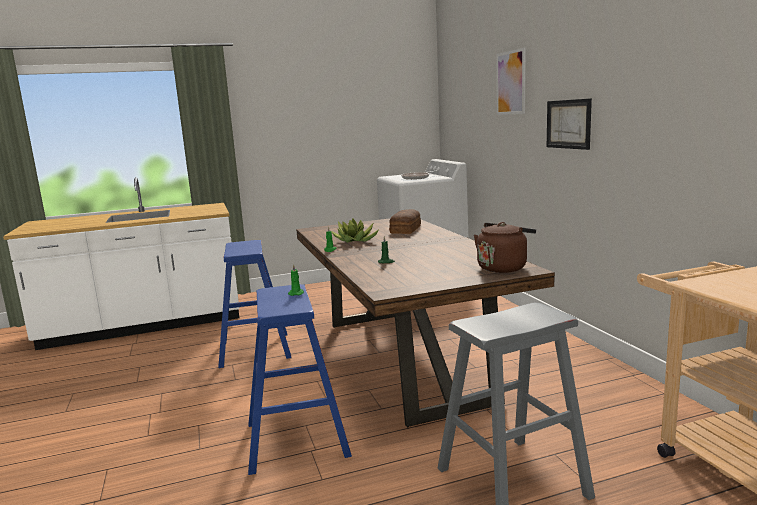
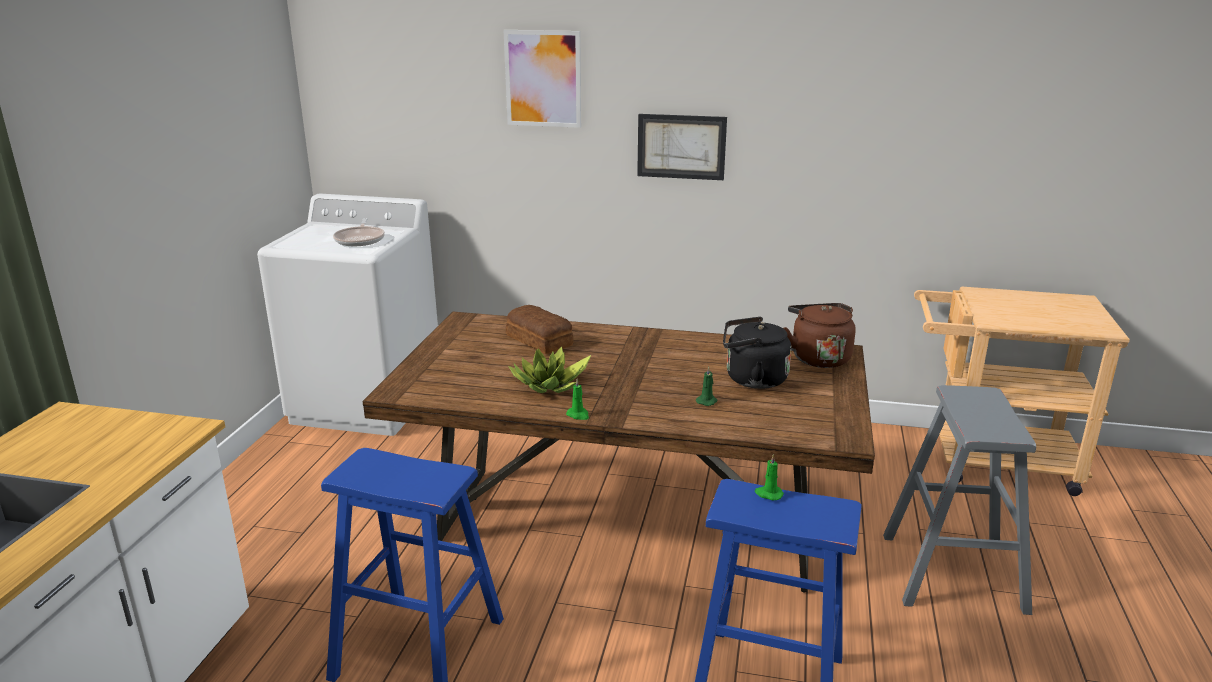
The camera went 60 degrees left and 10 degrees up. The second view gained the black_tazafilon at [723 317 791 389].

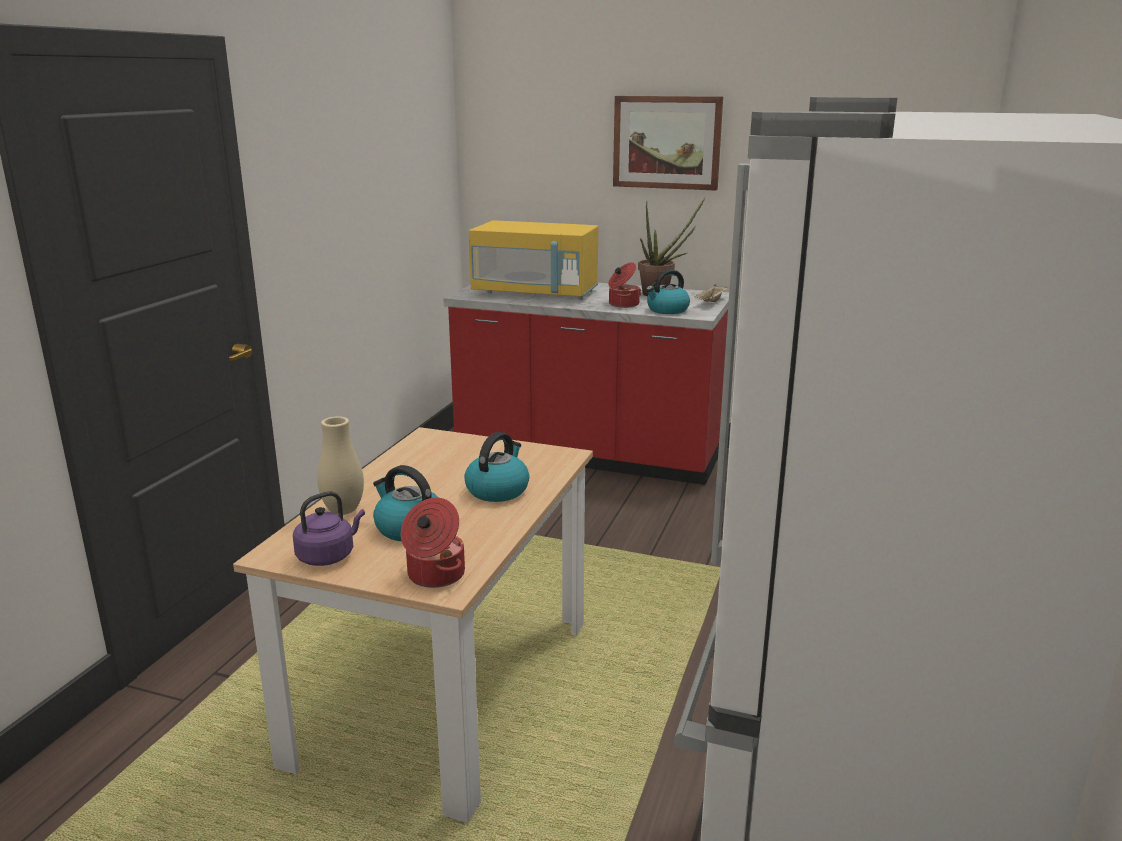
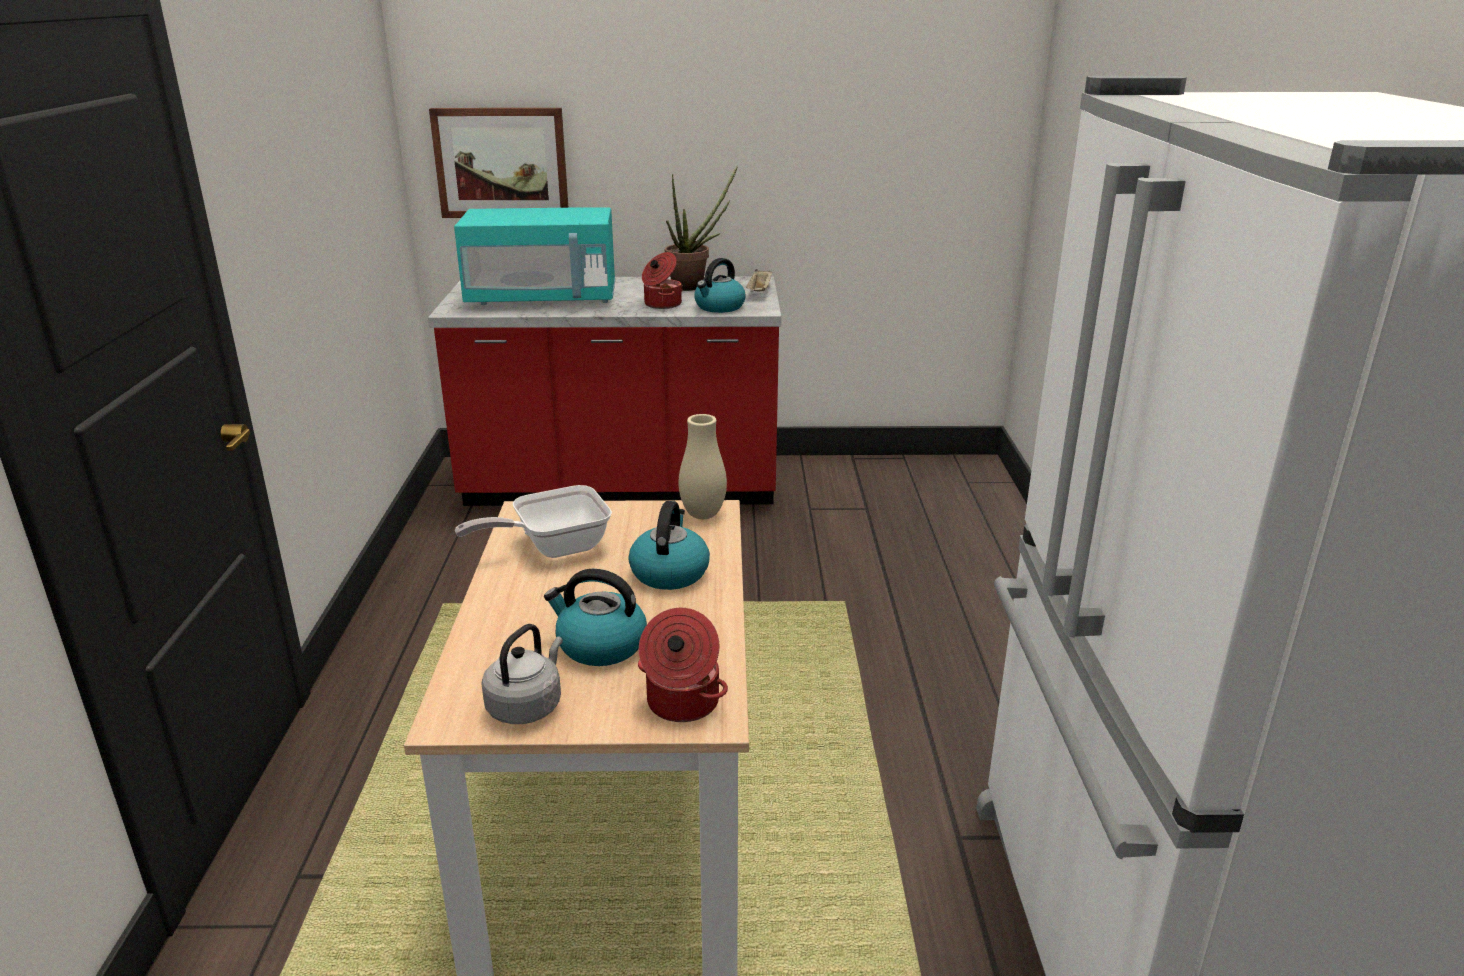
The camera went 20 degrees left and 5 degrees up. What was the purple_tazafilon at [293 491 365 566] turned into the grey_tazafilon at [481 624 563 724]. The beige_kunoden ended up elsewhere, having gone from [317 416 364 515] to [679 414 727 519]. What was the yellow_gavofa at [469 220 598 300] turned into the turquoise_gavofa at [454 207 615 305]. The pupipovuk ended up elsewhere, having gone from [613 96 723 191] to [429 108 569 218]. The second view gained the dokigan at [455 485 612 558].

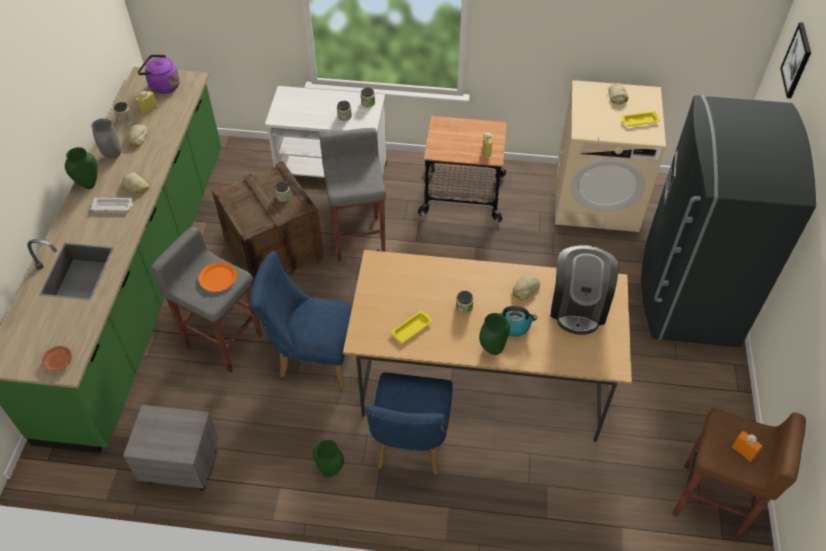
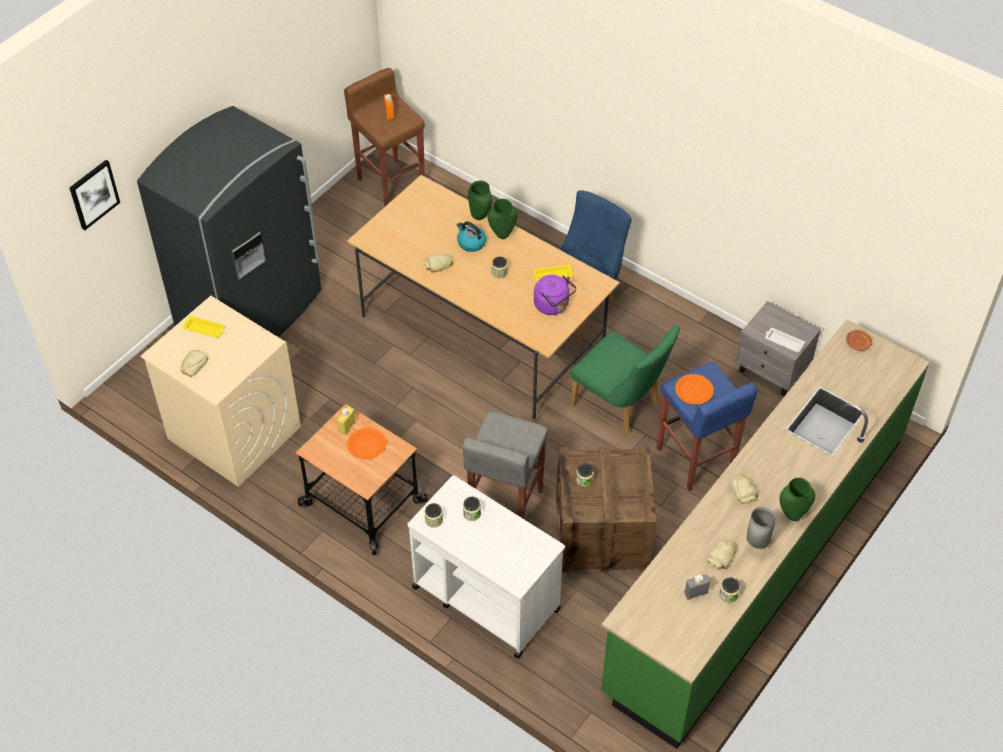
The camera went 150 degrees left and 0 degrees up. The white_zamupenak ended up elsewhere, having gone from [91 198 133 211] to [765 328 805 353]. What was the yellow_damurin at [136 91 158 116] turned into the grey_damurin at [684 575 710 600]. The purple_tazafilon ended up elsewhere, having gone from [138 55 180 94] to [534 275 577 315]. What was the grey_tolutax at [150 226 263 373] turned into the blue_tolutax at [657 362 757 491]. What was the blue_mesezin at [250 251 353 389] turned into the green_mesezin at [570 325 680 437]. The green_kunoden ended up elsewhere, having gone from [313 440 344 477] to [468 181 492 220]. The second view lost the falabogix at [550 245 619 335]. The second view gained the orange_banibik at [347 428 386 459].

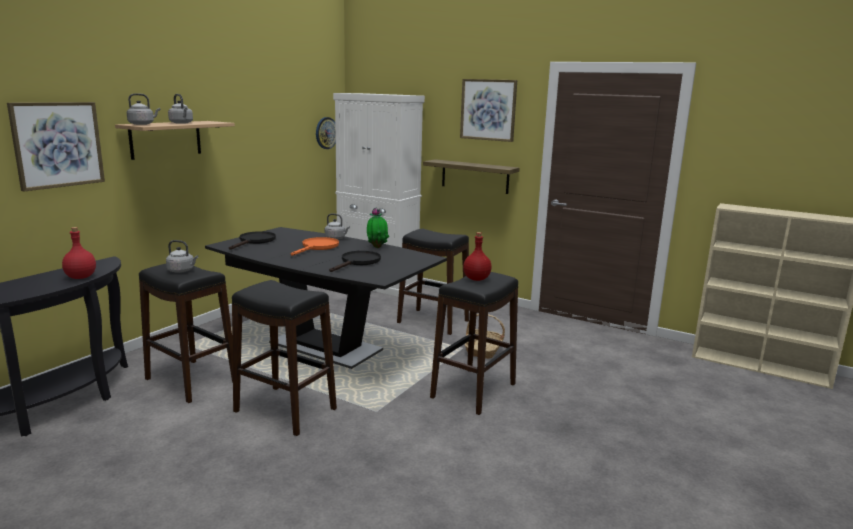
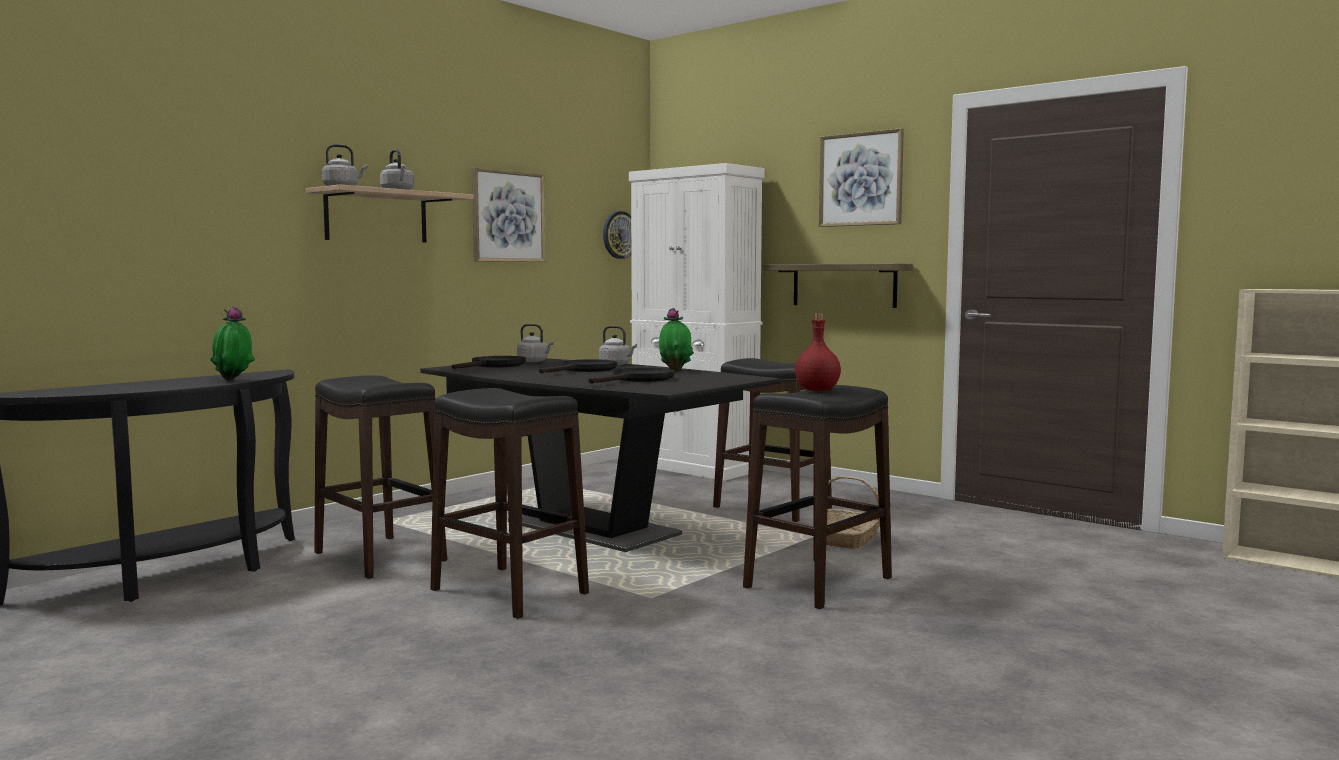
The camera went 10 degrees right and 10 degrees down. The pupipovuk ended up elsewhere, having gone from [7 102 105 191] to [472 167 545 262]. Where the red_damurin stood at [62 227 96 279], the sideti came to stand at [210 306 255 380]. The grey_tazafilon ended up elsewhere, having gone from [166 240 198 273] to [517 324 554 362]. What was the orange_dokigan at [290 237 339 256] turned into the black_dokigan at [539 359 617 373].

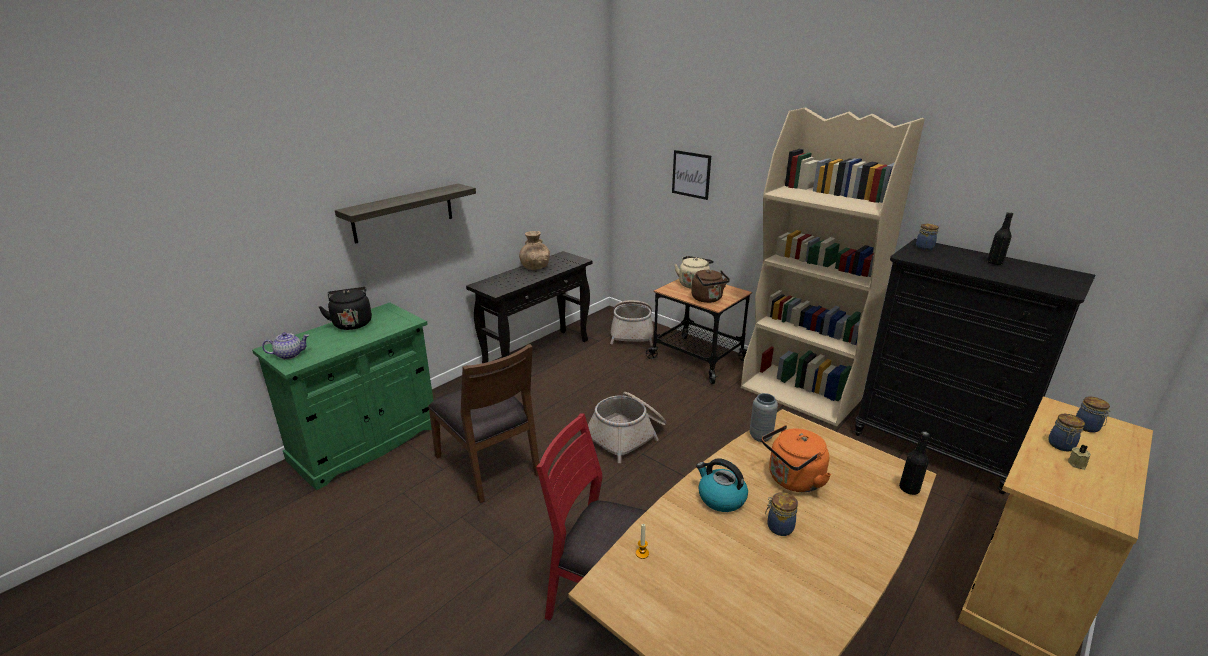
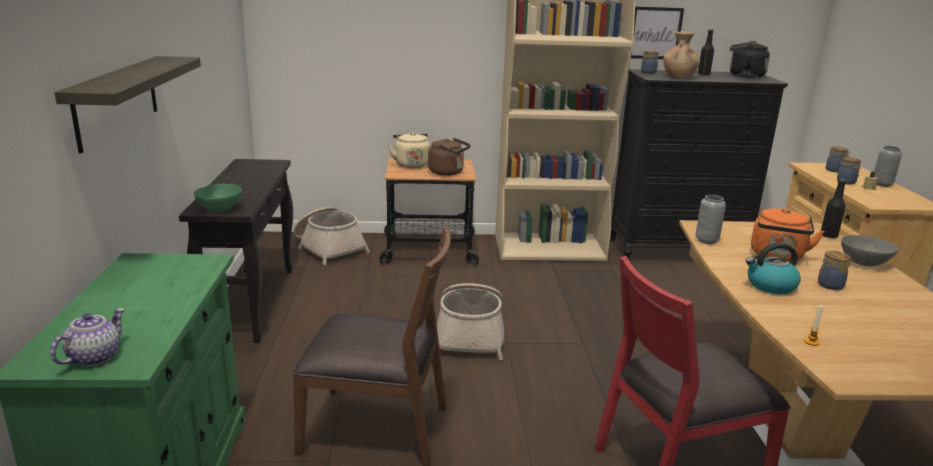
The camera went 45 degrees left and 5 degrees down. The black_tazafilon ended up elsewhere, having gone from [319 287 372 330] to [730 41 770 78]. The brown_kunoden ended up elsewhere, having gone from [519 231 550 270] to [663 31 700 79]. The pupipovuk ended up elsewhere, having gone from [672 150 711 200] to [631 7 684 59]. The second view gained the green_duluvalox at [194 184 242 211]. The second view gained the grey_duluvalox at [841 235 899 266]. The second view gained the grey_kunoden at [874 146 902 187].

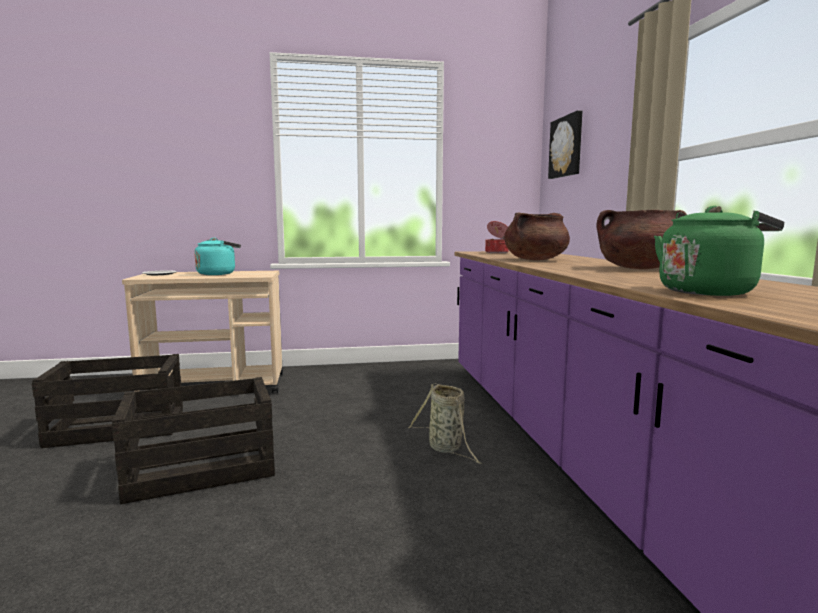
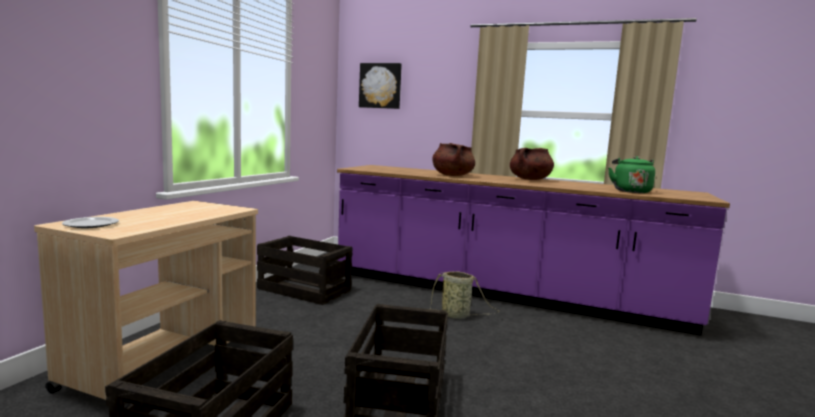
The camera went 60 degrees left and 0 degrees up. The second view lost the turquoise_tazafilon at [195 238 241 275]. The second view lost the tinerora at [485 221 509 253]. The second view gained the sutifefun at [257 236 353 305].

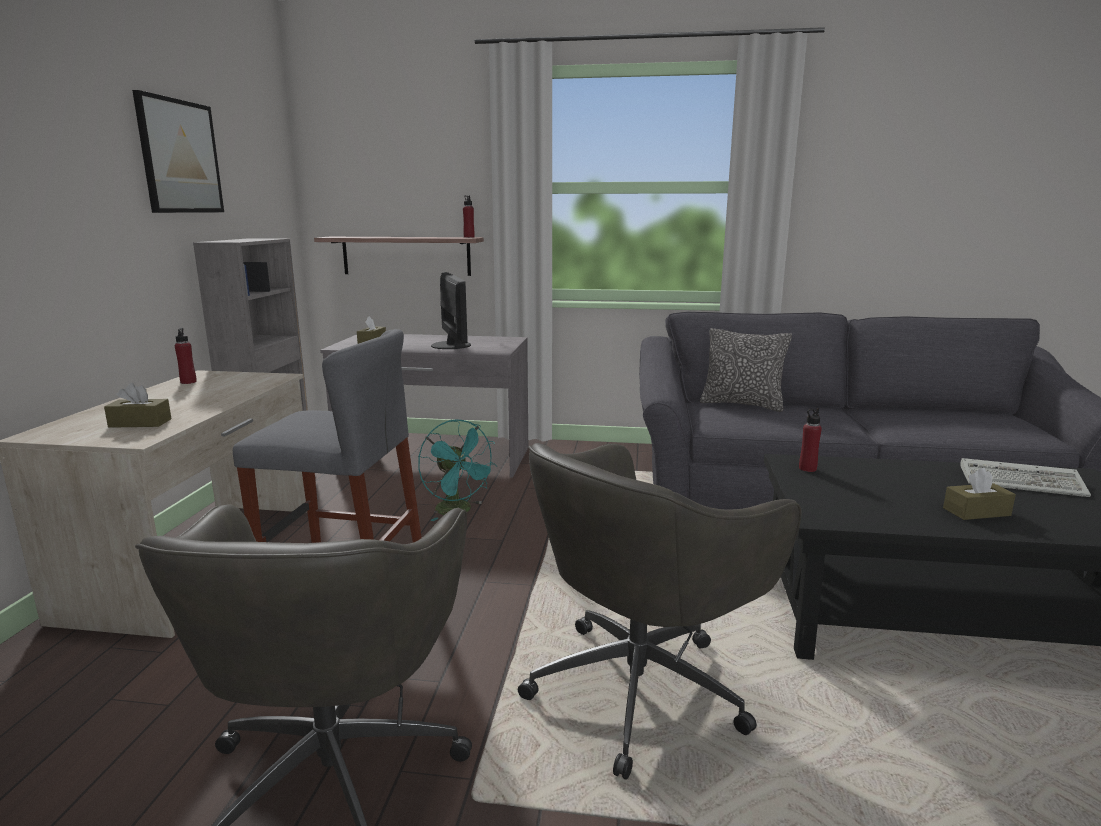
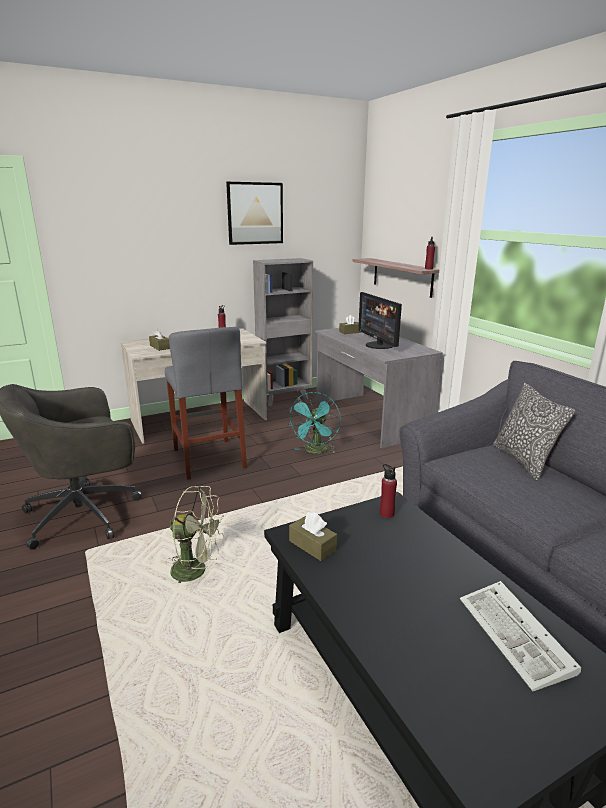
The camera went 55 degrees right and 5 degrees up. The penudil at [431 272 471 349] ended up facing another way, 120 degrees clockwise from before. Where the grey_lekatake stood at [518 443 802 780], the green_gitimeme came to stand at [166 486 224 583]. The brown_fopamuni ended up elsewhere, having gone from [943 468 1016 520] to [289 512 337 561].

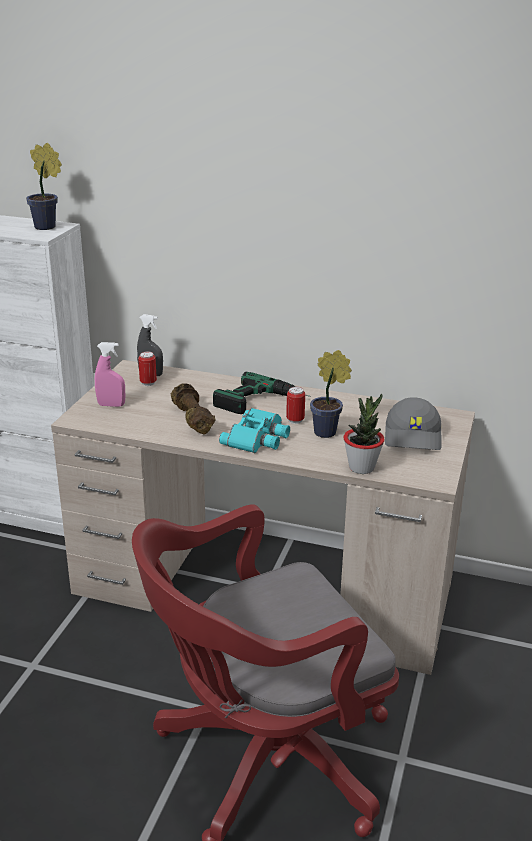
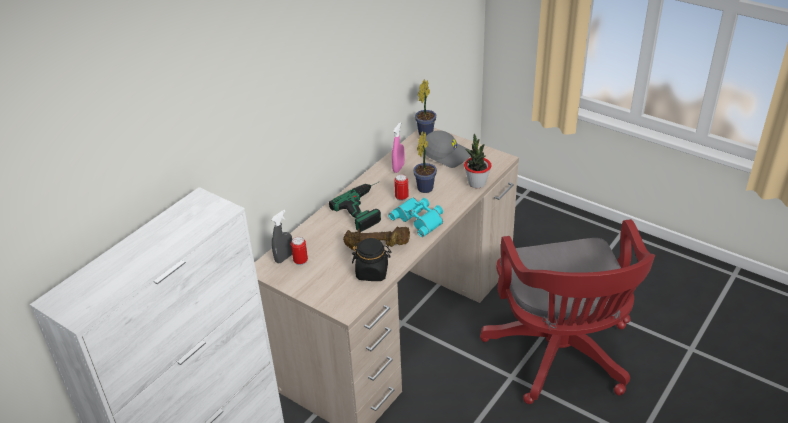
The camera went 70 degrees left and 10 degrees up. The sideti ended up elsewhere, having gone from [26 143 62 230] to [415 79 436 136]. The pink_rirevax ended up elsewhere, having gone from [95 342 125 407] to [392 122 405 173]. The second view gained the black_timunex at [352 238 391 281].

